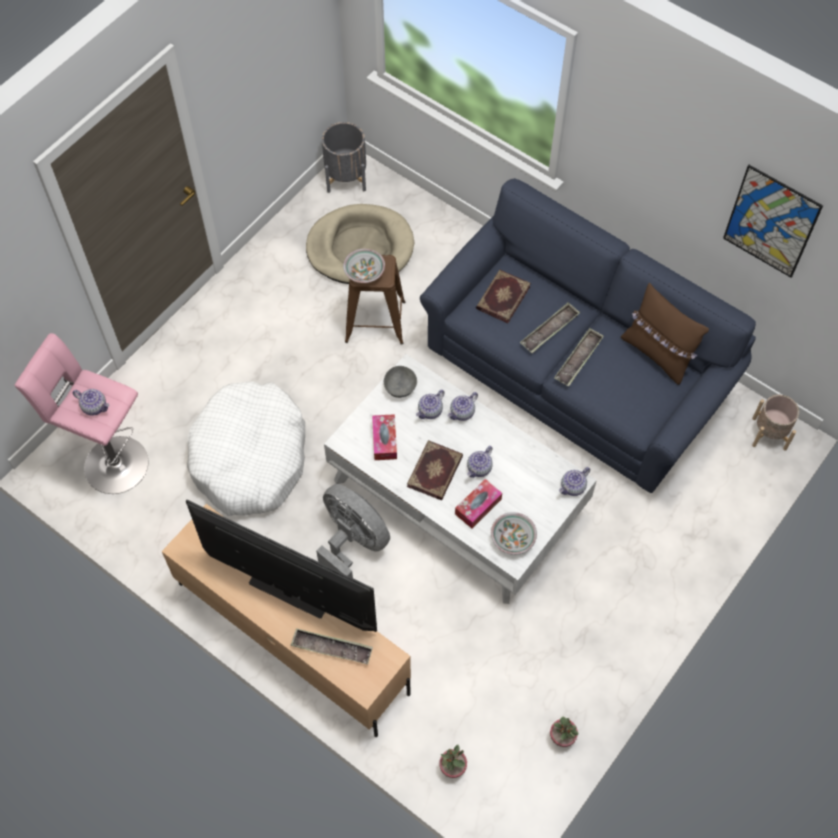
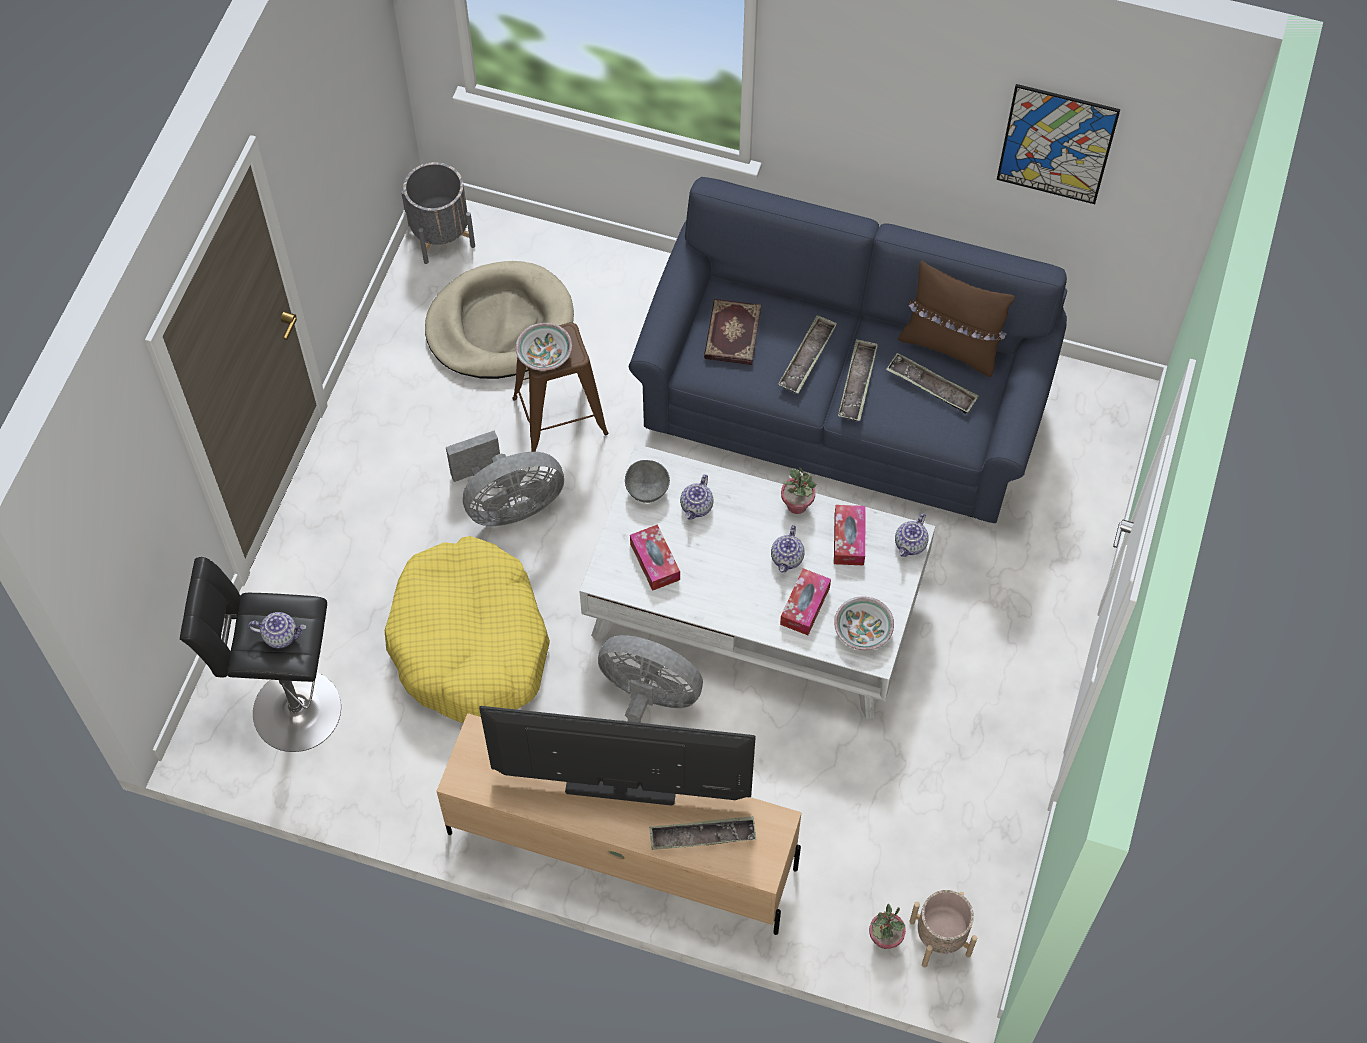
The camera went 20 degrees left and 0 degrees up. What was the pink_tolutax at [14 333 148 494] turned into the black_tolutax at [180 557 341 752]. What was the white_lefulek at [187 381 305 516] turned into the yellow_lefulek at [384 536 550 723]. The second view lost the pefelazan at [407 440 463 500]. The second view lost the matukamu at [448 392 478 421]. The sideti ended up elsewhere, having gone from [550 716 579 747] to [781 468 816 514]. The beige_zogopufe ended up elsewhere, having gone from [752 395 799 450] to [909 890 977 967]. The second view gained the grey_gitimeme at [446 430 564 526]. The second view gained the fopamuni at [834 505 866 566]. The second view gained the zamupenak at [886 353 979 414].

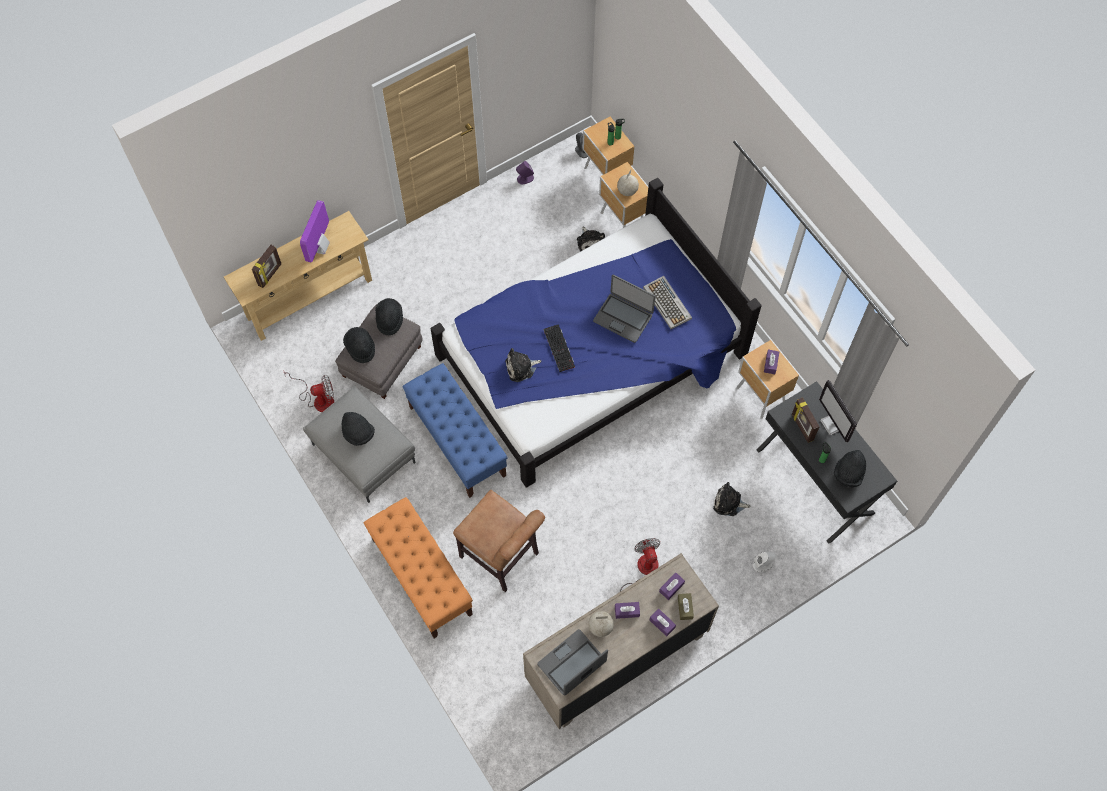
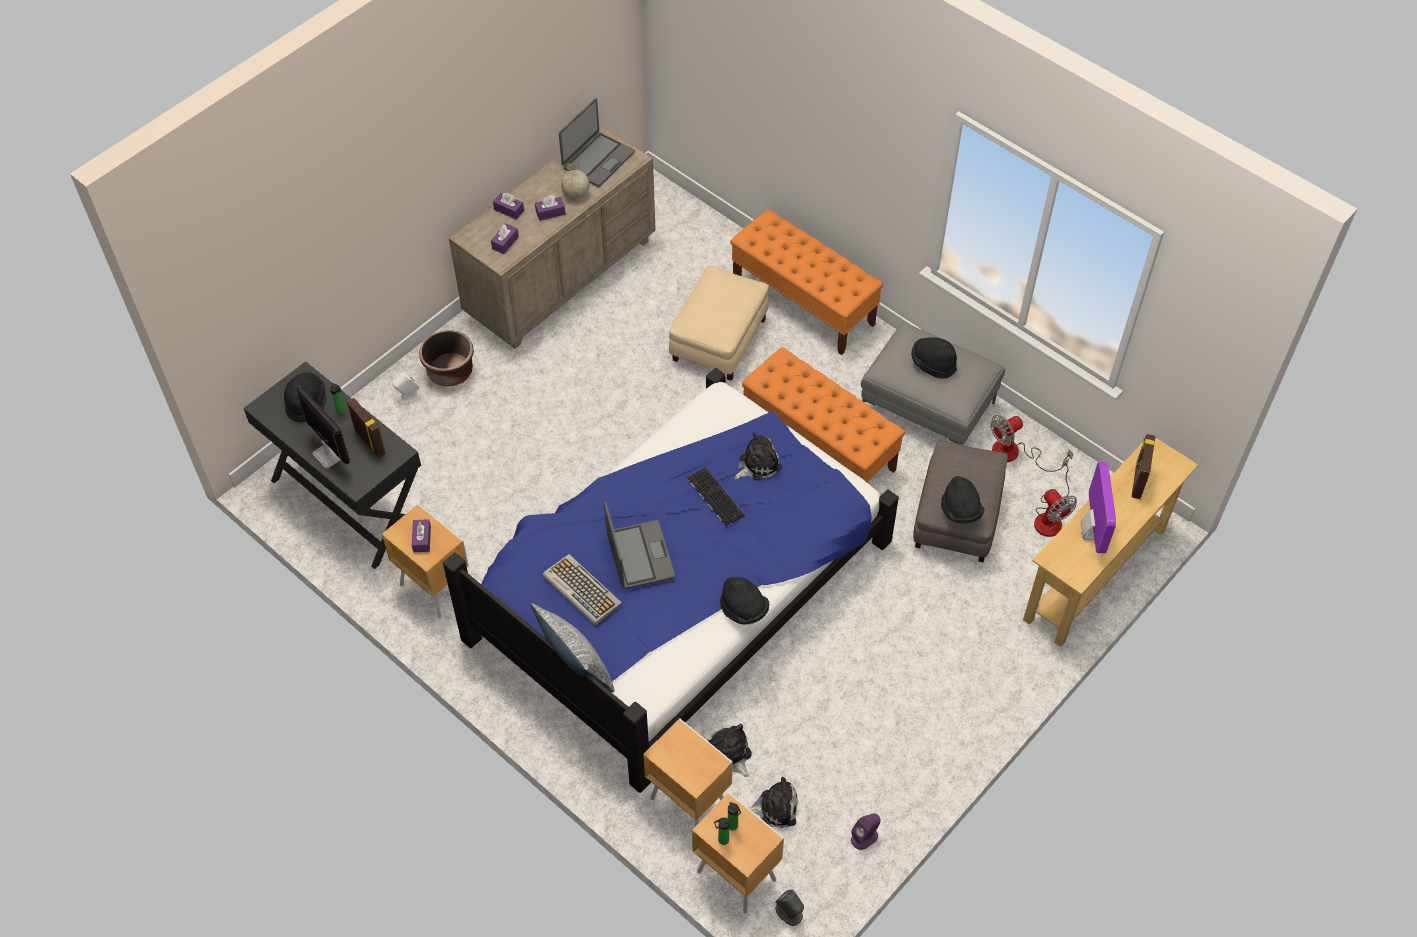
The camera went 165 degrees right and 10 degrees down. The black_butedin ended up elsewhere, having gone from [343 327 375 363] to [720 577 769 625]. What was the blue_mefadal at [402 363 508 498] turned into the orange_mefadal at [742 347 905 482]. Where the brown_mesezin stood at [453 490 545 592], the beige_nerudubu came to stand at [669 265 769 381]. The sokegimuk at [593 275 656 343] ended up facing another way, 60 degrees clockwise from before. The second view lost the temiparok at [617 170 639 196]. The gitimeme ended up elsewhere, having gone from [620 538 661 592] to [1034 459 1077 537]. The second view lost the brown_fopamuni at [678 593 694 620]. The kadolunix ended up elsewhere, having gone from [713 482 751 516] to [749 777 798 828]. The second view gained the brown_zogopufe at [419 330 474 386]. The second view gained the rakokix at [531 603 614 692].

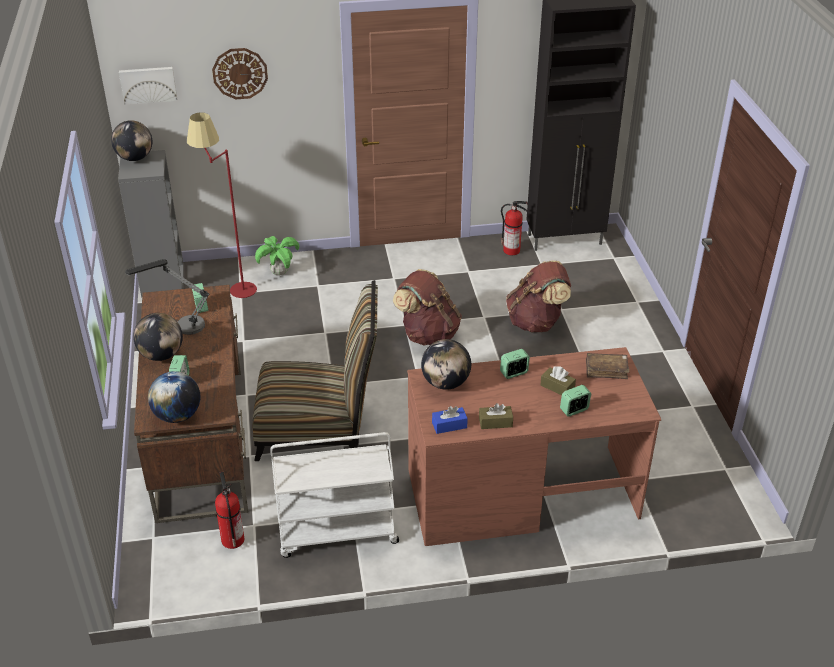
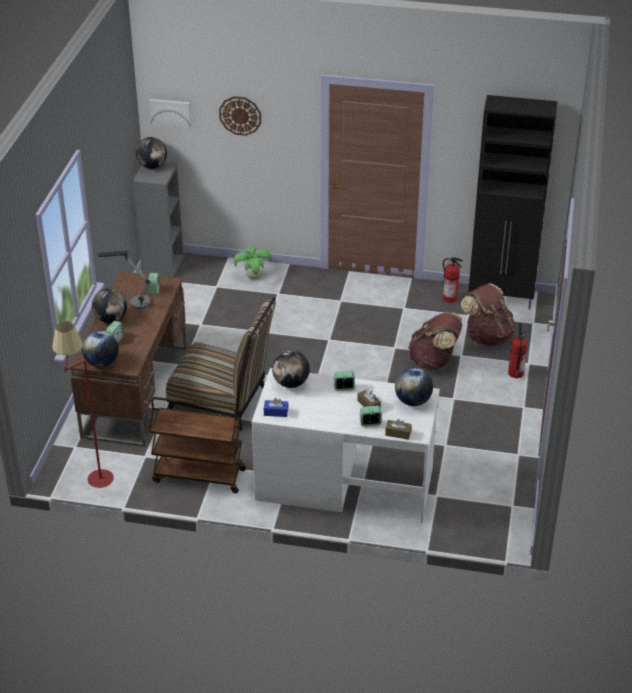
The camera went 20 degrees right and 0 degrees up. The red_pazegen ended up elsewhere, having gone from [187 112 257 298] to [52 321 114 488]. The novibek ended up elsewhere, having gone from [215 472 244 549] to [508 323 527 378]. What was the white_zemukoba at [270 432 399 558] turned into the brown_zemukoba at [149 397 246 493]. The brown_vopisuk ended up elsewhere, having gone from [393 269 462 346] to [461 283 515 346]. What was the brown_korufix at [407 347 661 546] turned into the white_korufix at [252 368 440 523]. The brown_fopamuni ended up elsewhere, having gone from [479 403 513 429] to [385 419 412 440]. Where the brown_pefelazan stood at [586 353 629 379], the temiparok came to stand at [395 368 433 406].

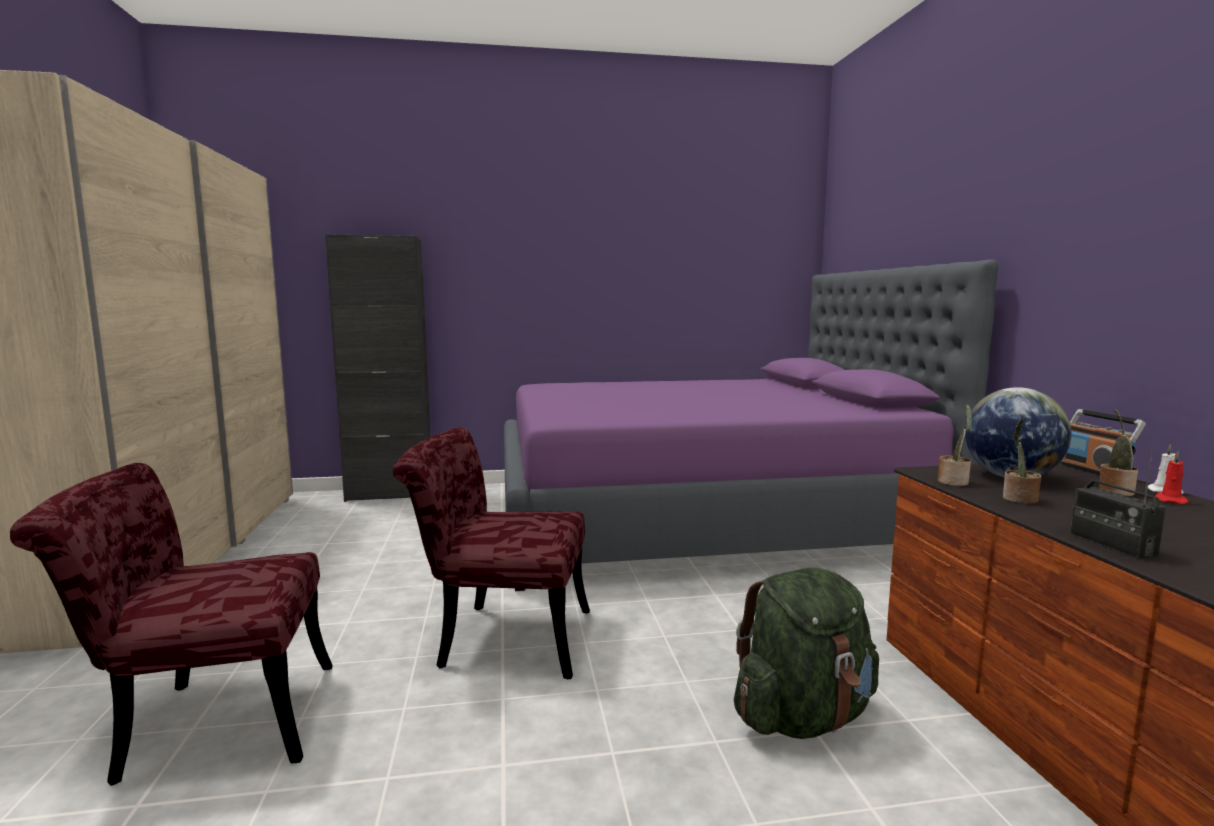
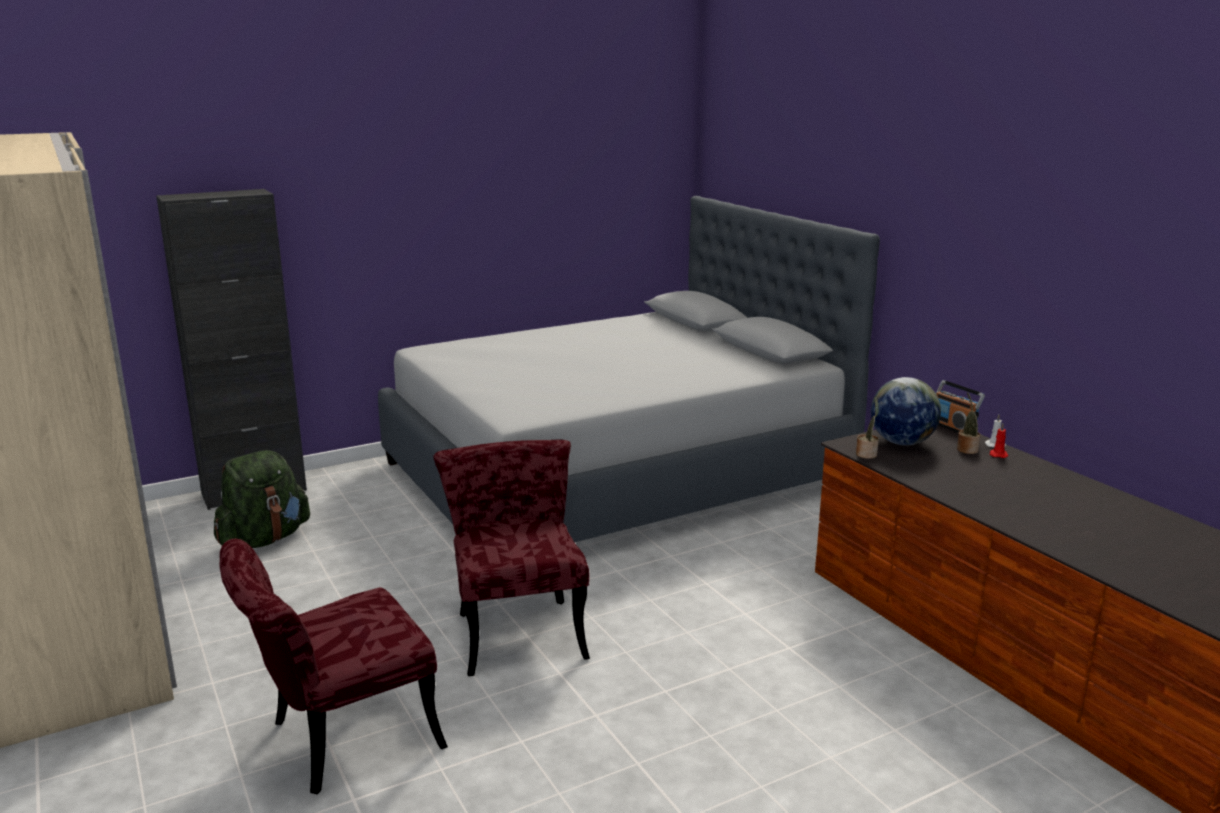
The camera went 20 degrees left and 10 degrees up. The red_mesezin at [393 428 590 679] ended up facing another way, 90 degrees clockwise from before. What was the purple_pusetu at [504 259 998 591] turned into the grey_pusetu at [378 196 880 542]. The green_vopisuk ended up elsewhere, having gone from [734 568 879 739] to [214 450 310 548]. The second view lost the sideti at [1003 419 1041 504]. The second view lost the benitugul at [1070 450 1166 559].

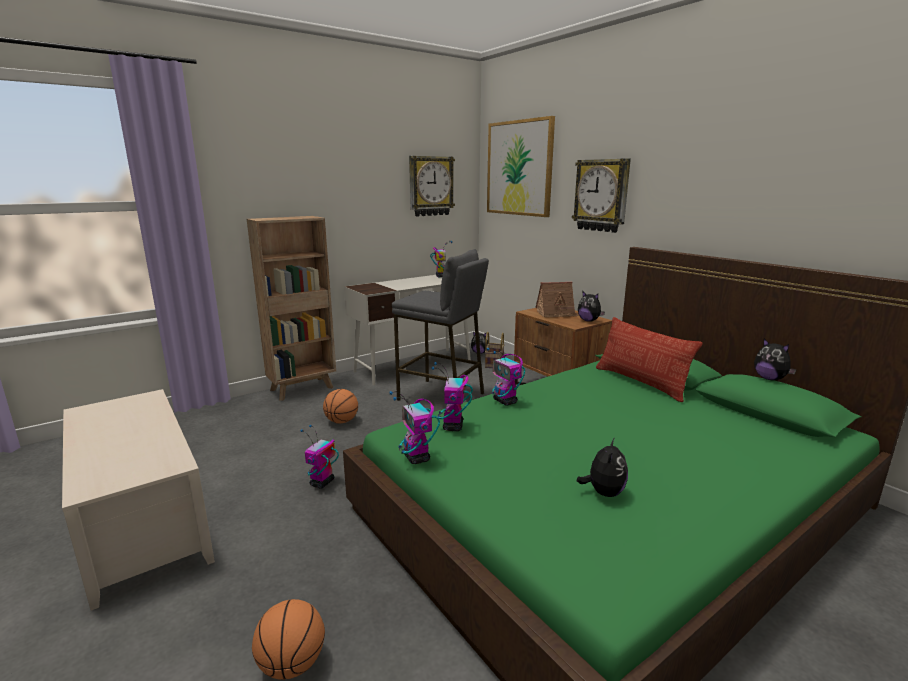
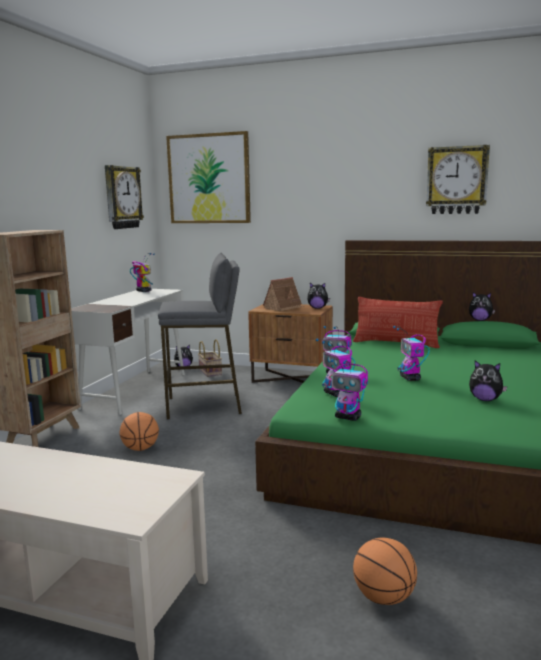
The camera went 35 degrees left and 5 degrees down. The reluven ended up elsewhere, having gone from [301 424 339 489] to [393 326 430 381]. The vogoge ended up elsewhere, having gone from [572 159 631 233] to [426 145 490 214]. The kadolunix at [577 437 628 497] ended up facing another way, 135 degrees clockwise from before.

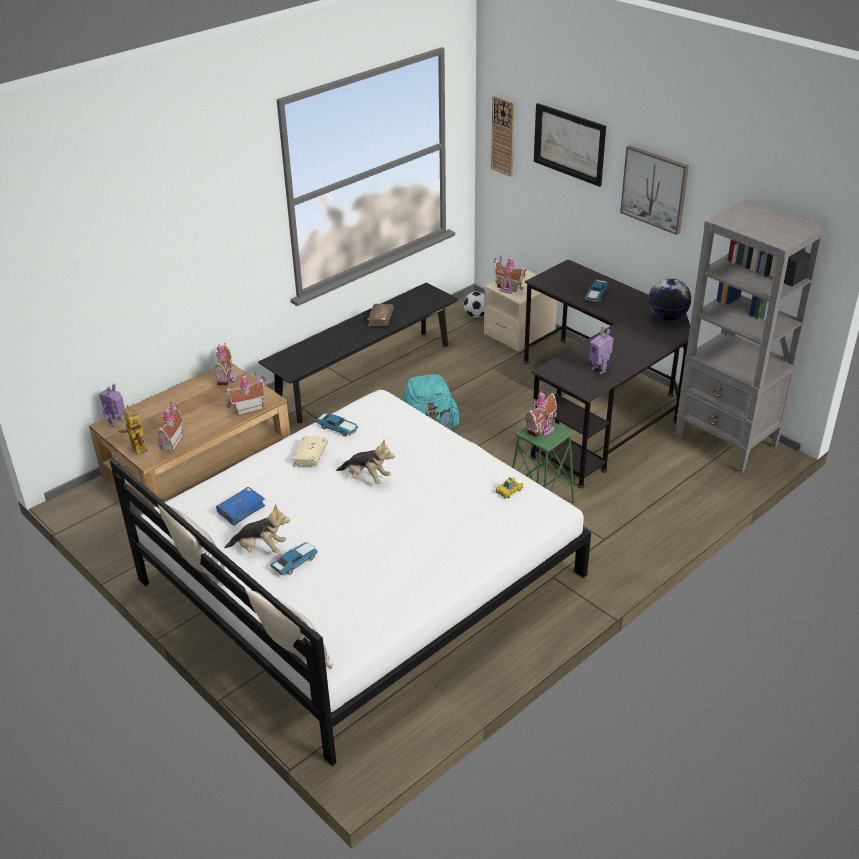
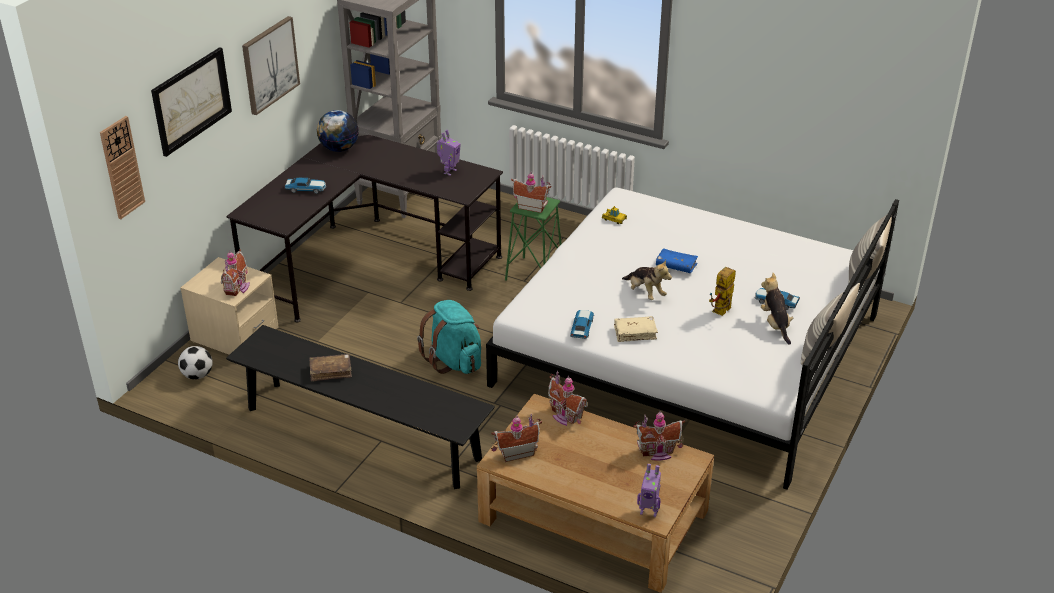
The camera went 110 degrees left and 0 degrees up. The reluven ended up elsewhere, having gone from [119 405 148 455] to [709 267 736 316]. The blue_pefelazan ended up elsewhere, having gone from [216 487 265 526] to [656 248 698 273]. The kadolunix at [336 440 395 484] ended up facing another way, 135 degrees clockwise from before.

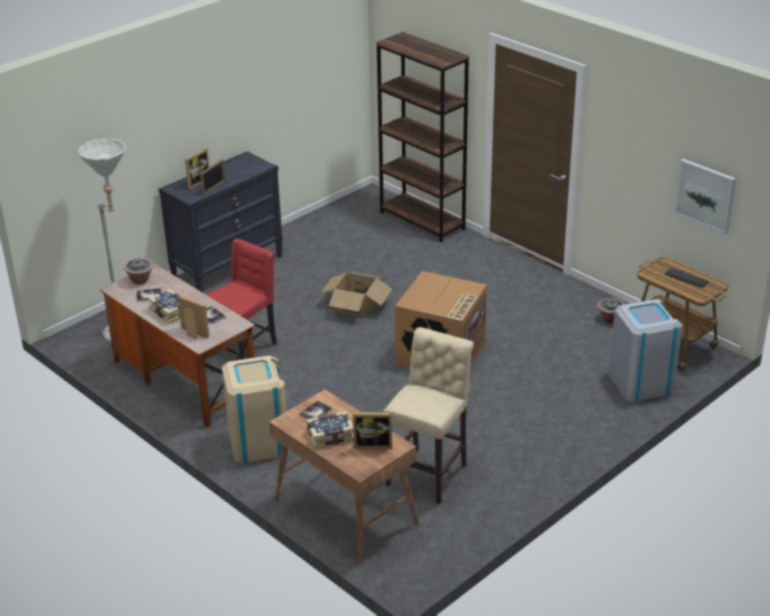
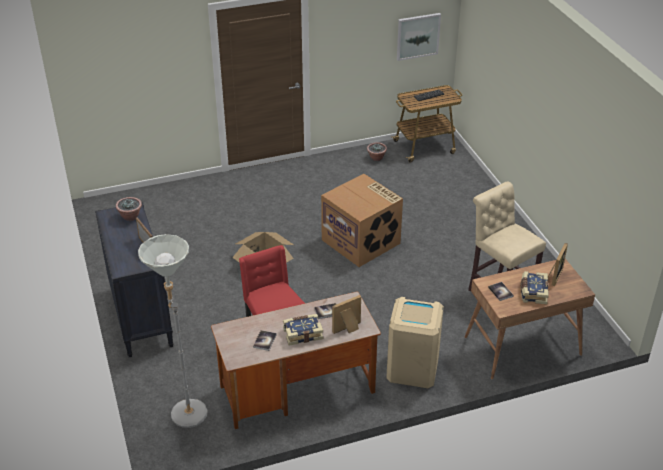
The camera went 65 degrees left and 5 degrees up. The sideti ended up elsewhere, having gone from [124 258 153 284] to [116 197 142 221]. The second view lost the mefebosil at [185 148 210 189]. The second view lost the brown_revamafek at [376 32 469 242]. The second view lost the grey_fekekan at [609 299 683 402].

